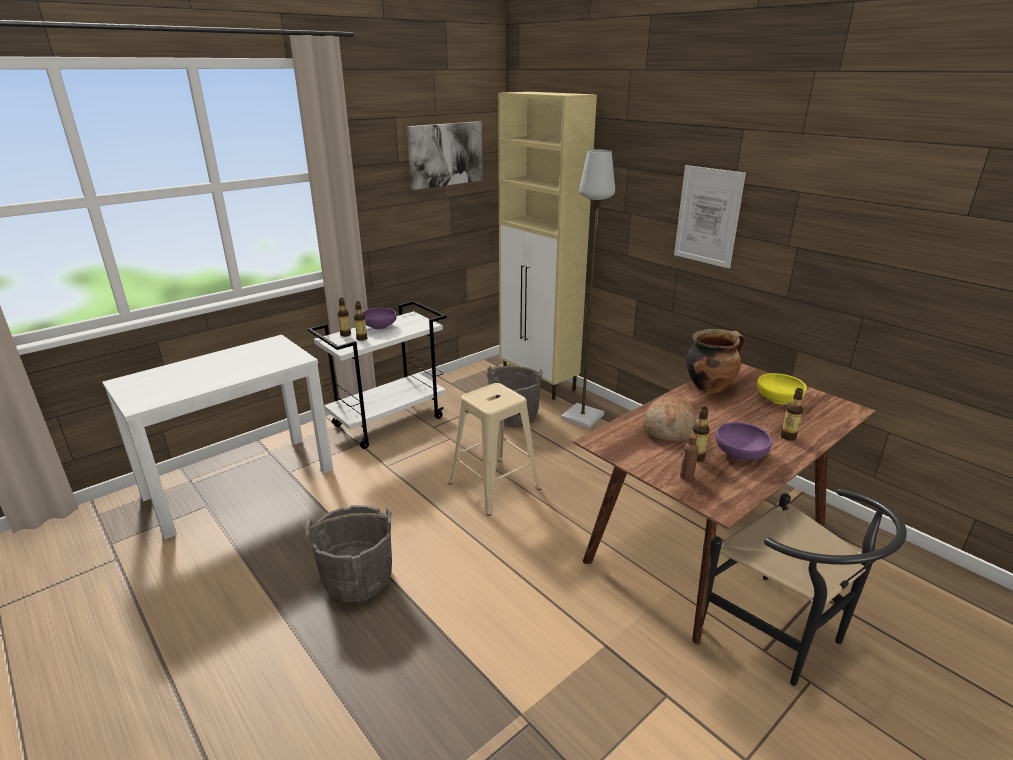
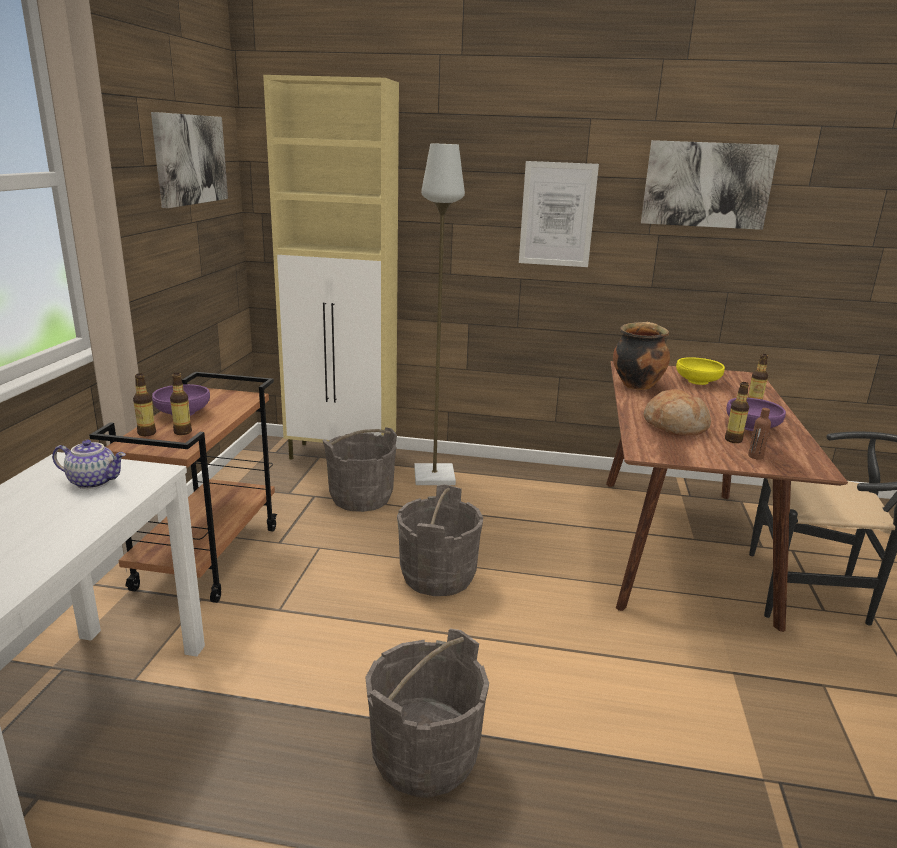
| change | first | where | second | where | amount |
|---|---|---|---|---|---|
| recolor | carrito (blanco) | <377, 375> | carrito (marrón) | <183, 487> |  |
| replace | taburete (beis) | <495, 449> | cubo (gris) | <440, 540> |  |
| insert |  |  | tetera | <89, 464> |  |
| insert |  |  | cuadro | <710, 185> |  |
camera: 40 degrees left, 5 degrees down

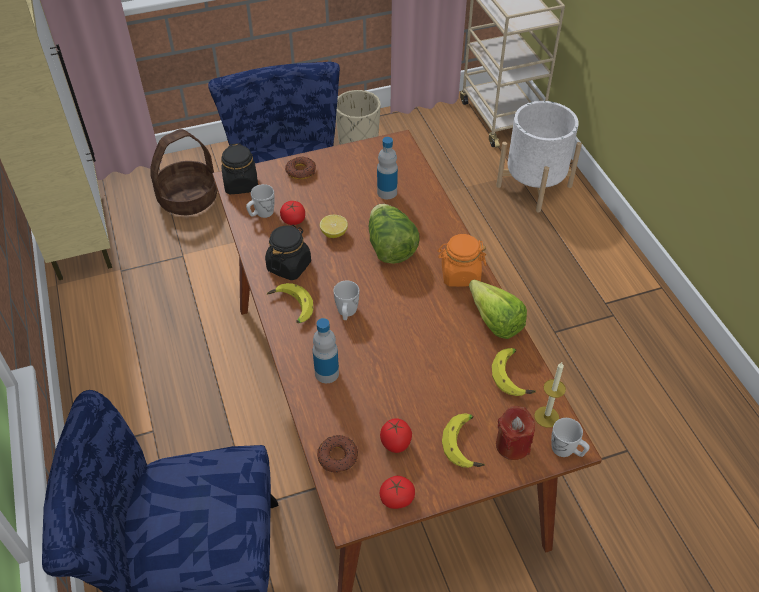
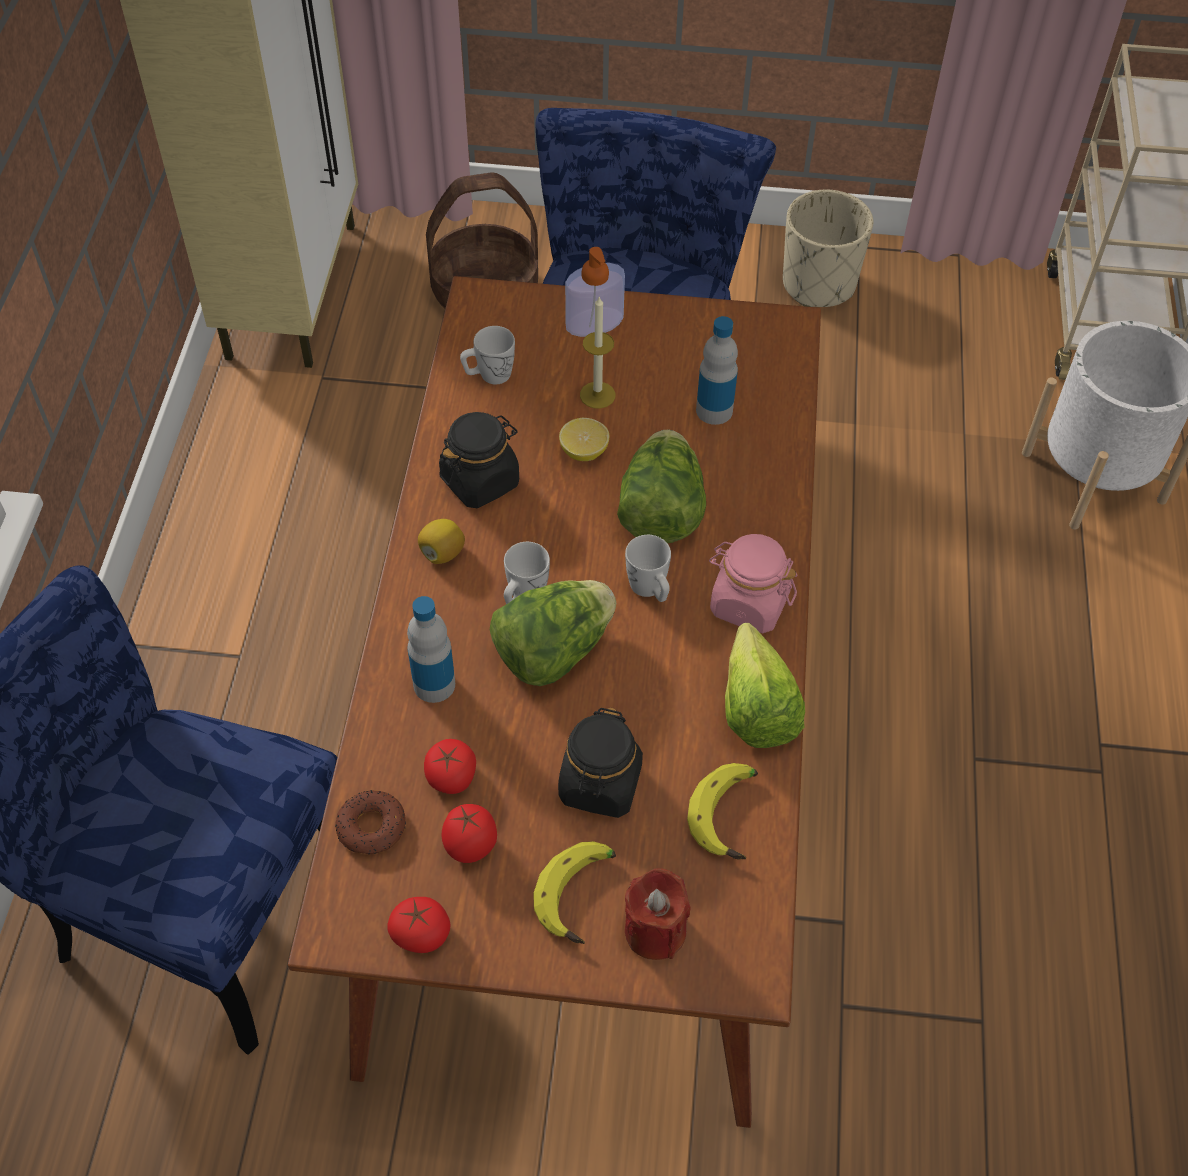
| change | first | where | second | where | amount |
|---|---|---|---|---|---|
| move | tarro (negro) | <239, 168> |  | <600, 763> |  |
| replace | plátano | <290, 303> | limón | <441, 541> |  |
| move | tomate | <292, 213> |  | <450, 766> |  |
| replace | rosquilla | <300, 168> | dispensador de jabón | <595, 292> |  |
| recolor | tarro (naranja) | <462, 260> | tarro (rosa) | <753, 583> |  |
| move | vela | <550, 395> |  | <598, 353> |  |
| move | taza grande (blanco) | <570, 437> |  | <648, 568> |  |
| insert |  |  | lechuga | <553, 633> |  |
camera: 25 degrees right, 5 degrees up

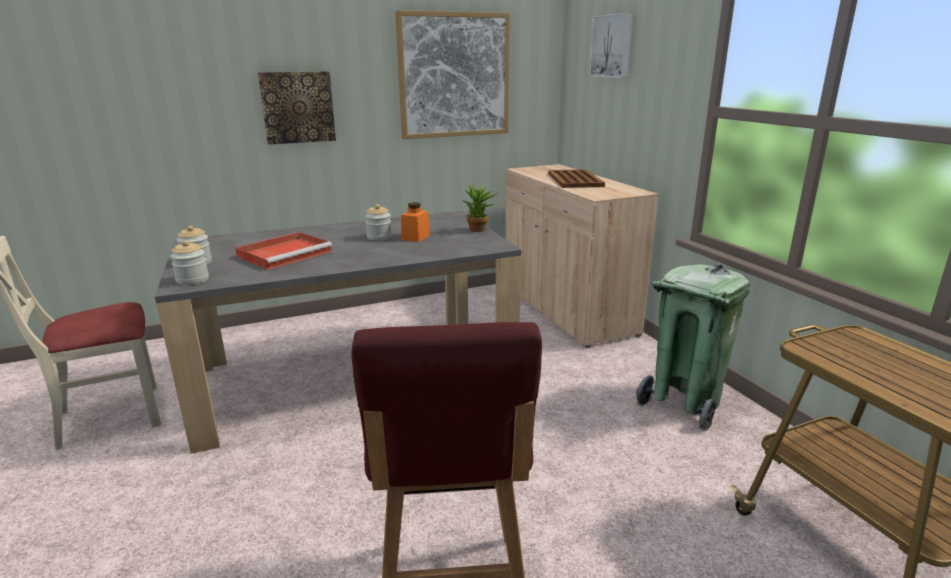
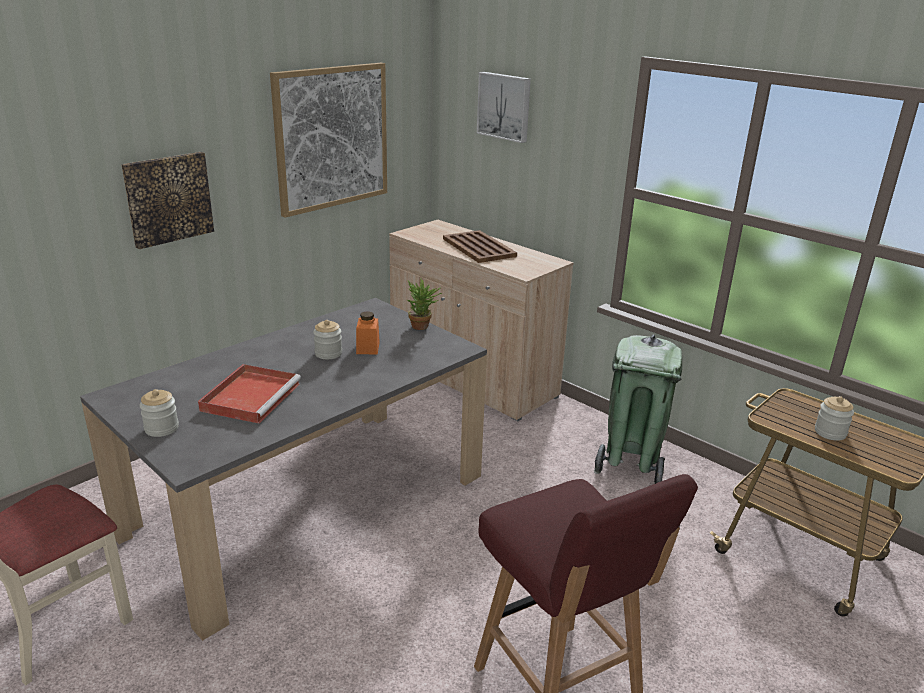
| change | first | where | second | where | amount |
|---|---|---|---|---|---|
| move | tarro | <189, 262> |  | <834, 418> |  |
camera: 25 degrees left, 5 degrees up

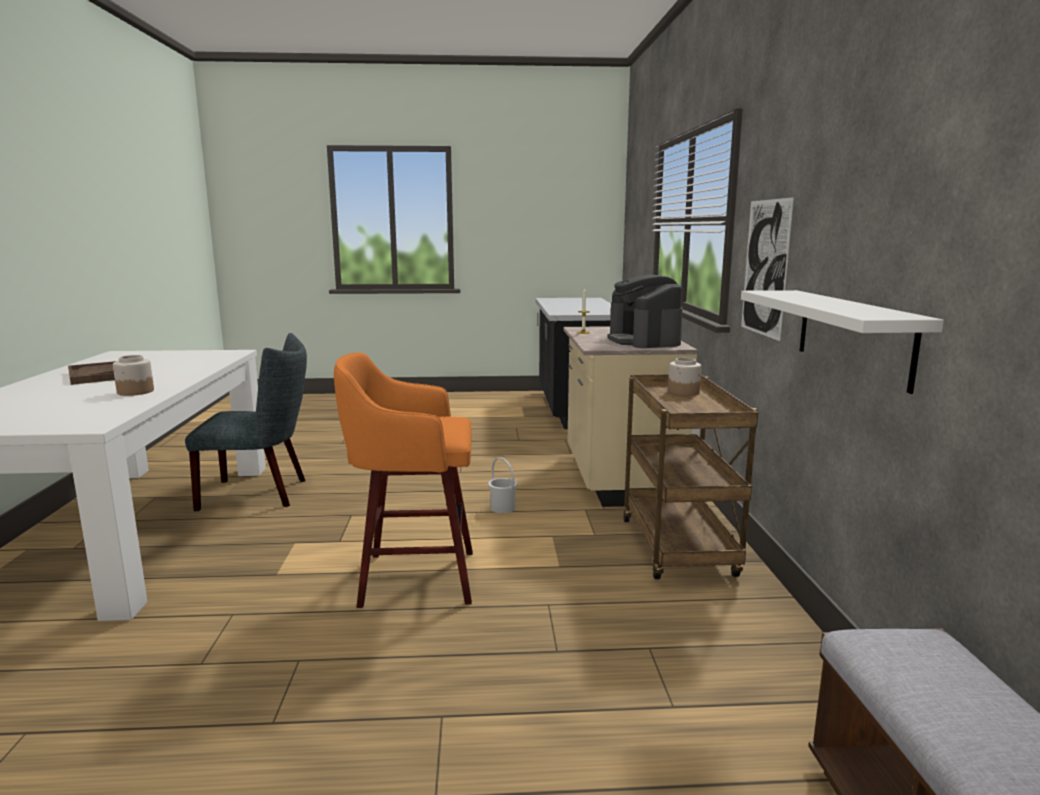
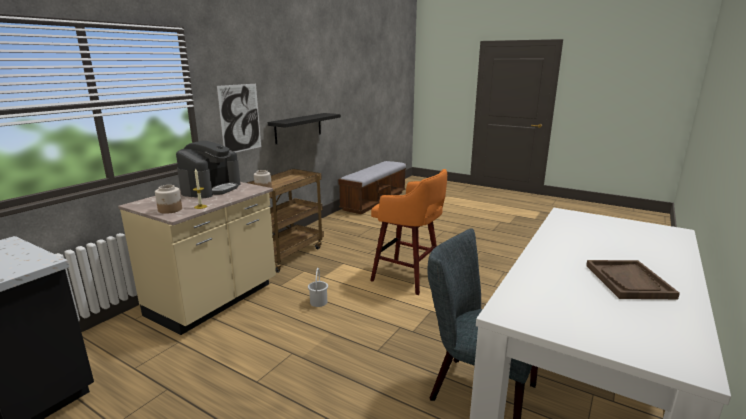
| change | first | where | second | where | amount |
|---|---|---|---|---|---|
| move | tarro | <133, 375> |  | <168, 199> |  |
| recolor | estante (blanco) | <842, 342> | estante (negro) | <304, 128> |  |
camera: 145 degrees left, 5 degrees up

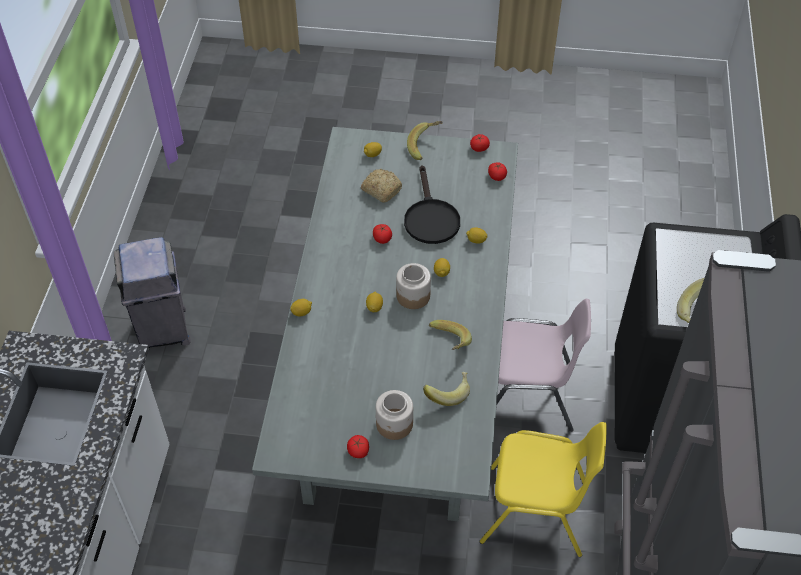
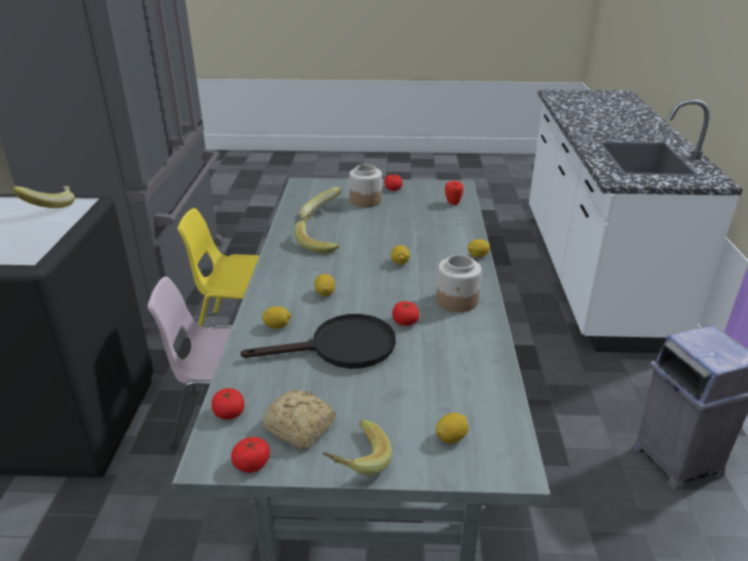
| change | first | where | second | where | amount |
|---|---|---|---|---|---|
| move | pan | <381, 186> |  | <299, 419> |  |
| move | tarro | <413, 286> |  | <459, 283> |  |
| rotate | sartén (negro) | <432, 204> |  | <318, 341> | 90 degrees clockwise |
| insert |  |  | manzana | <454, 193> |  |
camera: 175 degrees right, 20 degrees down

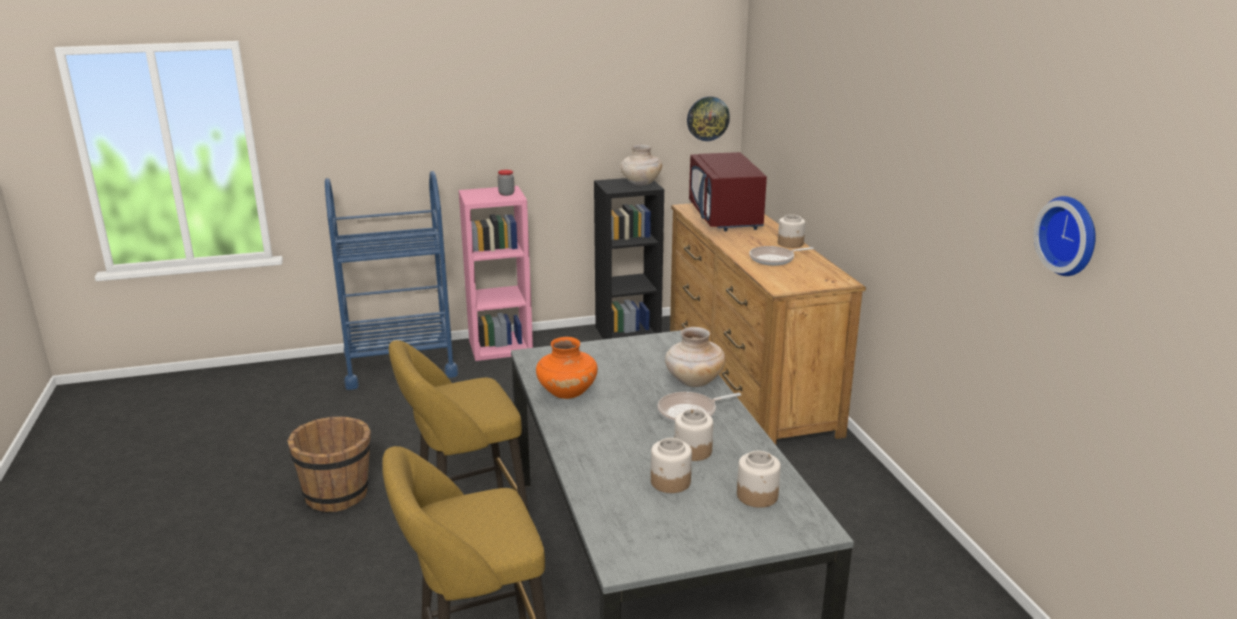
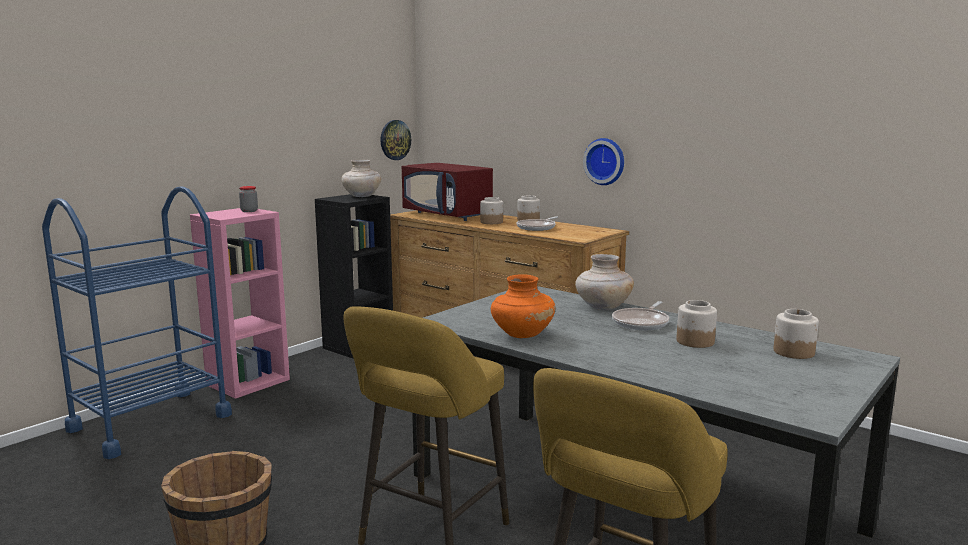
| change | first | where | second | where | amount |
|---|---|---|---|---|---|
| move | tarro | <671, 465> |  | <491, 210> |  |
| move | reloj de pared | <1065, 236> |  | <603, 161> |  |
camera: 35 degrees left, 10 degrees down

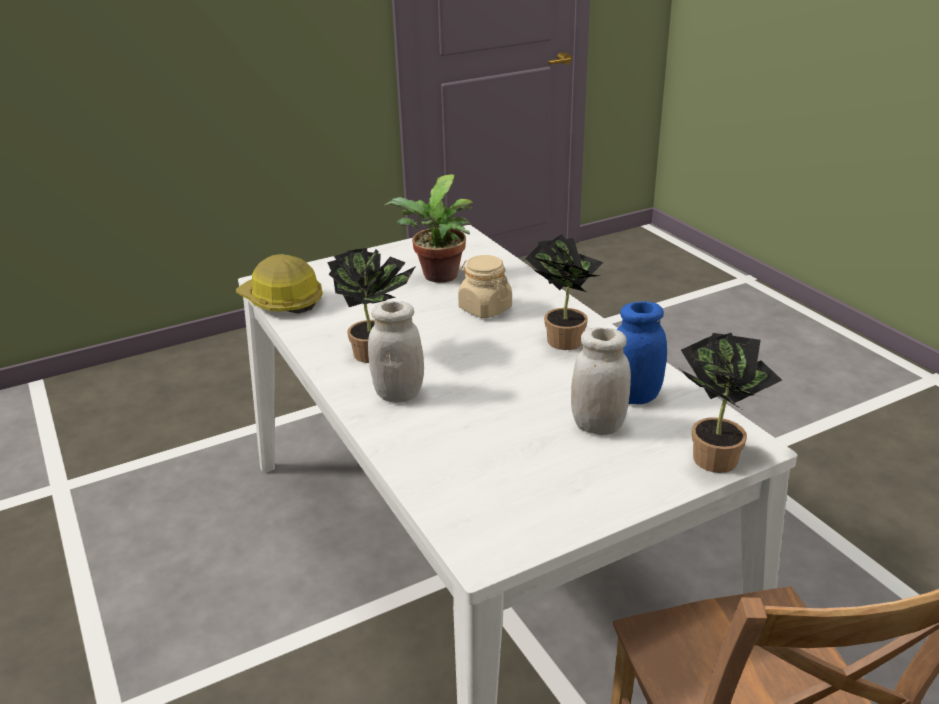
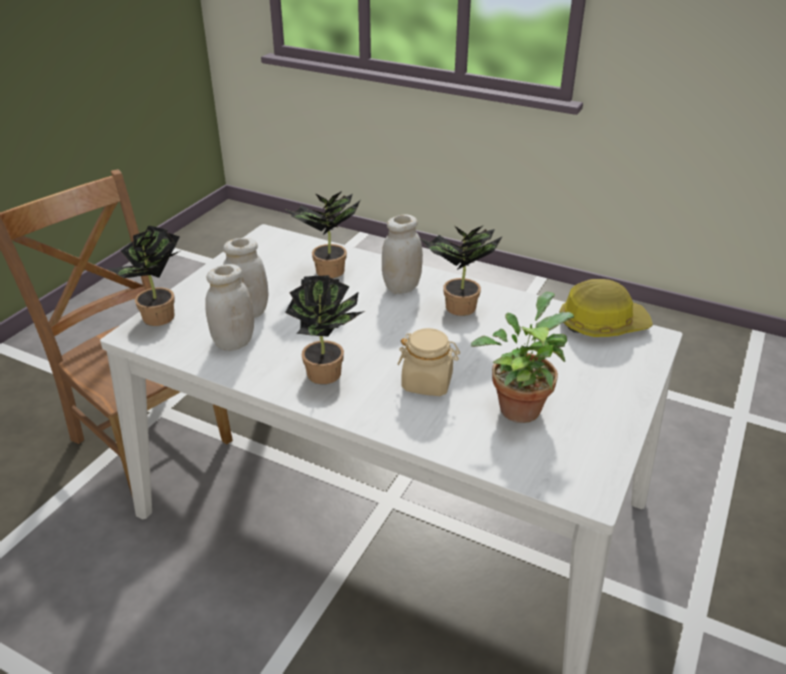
| change | first | where | second | where | amount |
|---|---|---|---|---|---|
| recolor | tarro (azul) | <642, 352> | tarro (blanco) | <229, 307> |  |
| insert |  |  | planta en maceta | <323, 234> |  |
camera: 145 degrees right, 5 degrees up

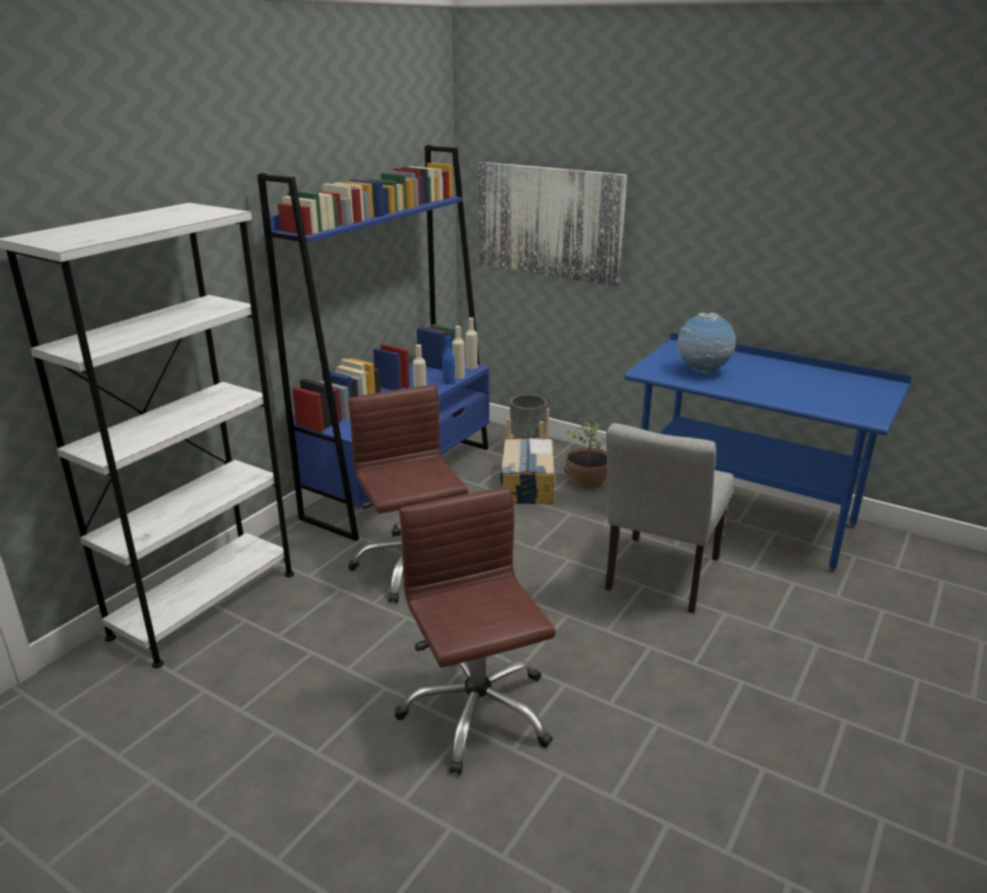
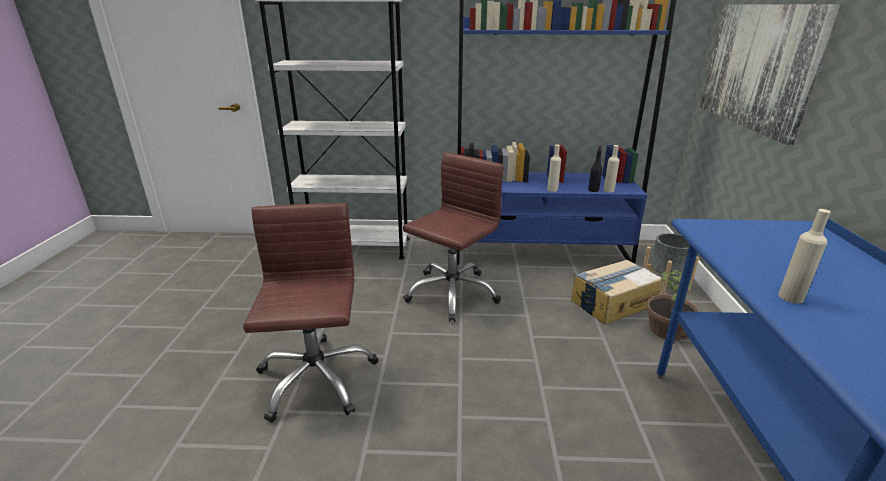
| change | first | where | second | where | amount |
|---|---|---|---|---|---|
| rotate | silla de oficina (marrón) | <475, 631> |  | <310, 313> | 45 degrees counterclockwise |
| recolor | botella (azul) | <448, 358> | botella (negro) | <595, 168> |  |
| move | botella (beis) | <472, 344> |  | <804, 256> |  |
| delete | silla (gris) | <669, 518> |  |  |  |
| delete | globo terráqueo | <706, 342> |  |  |  |
camera: 60 degrees right, 0 degrees up

